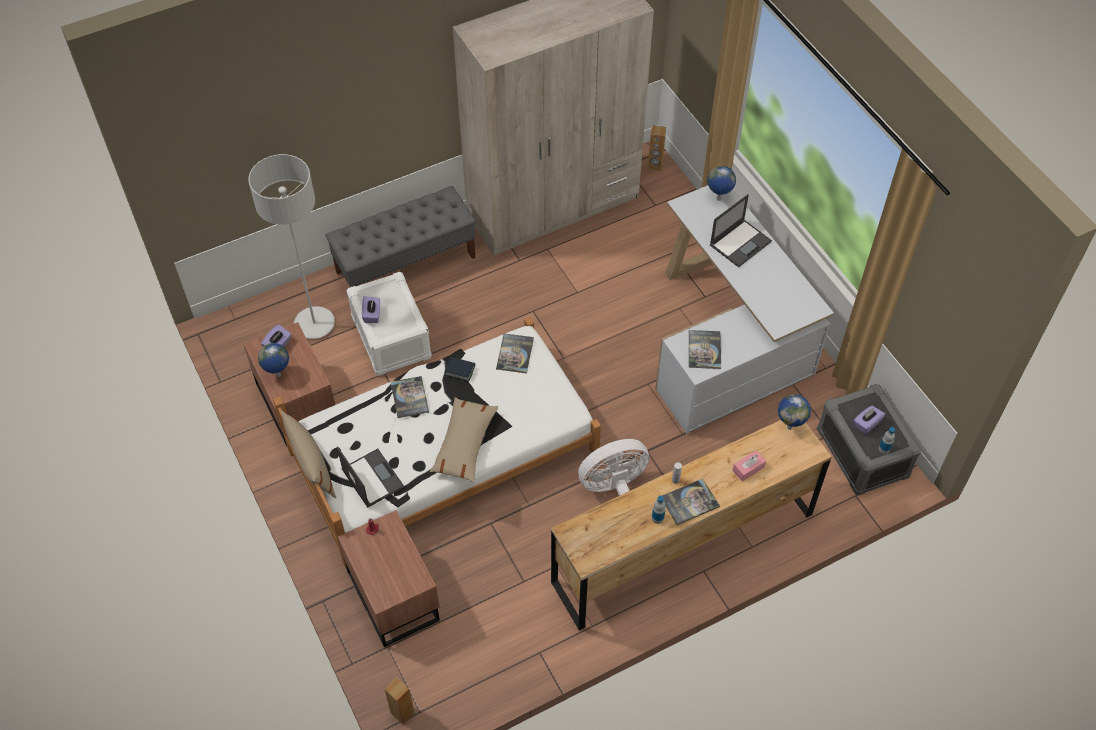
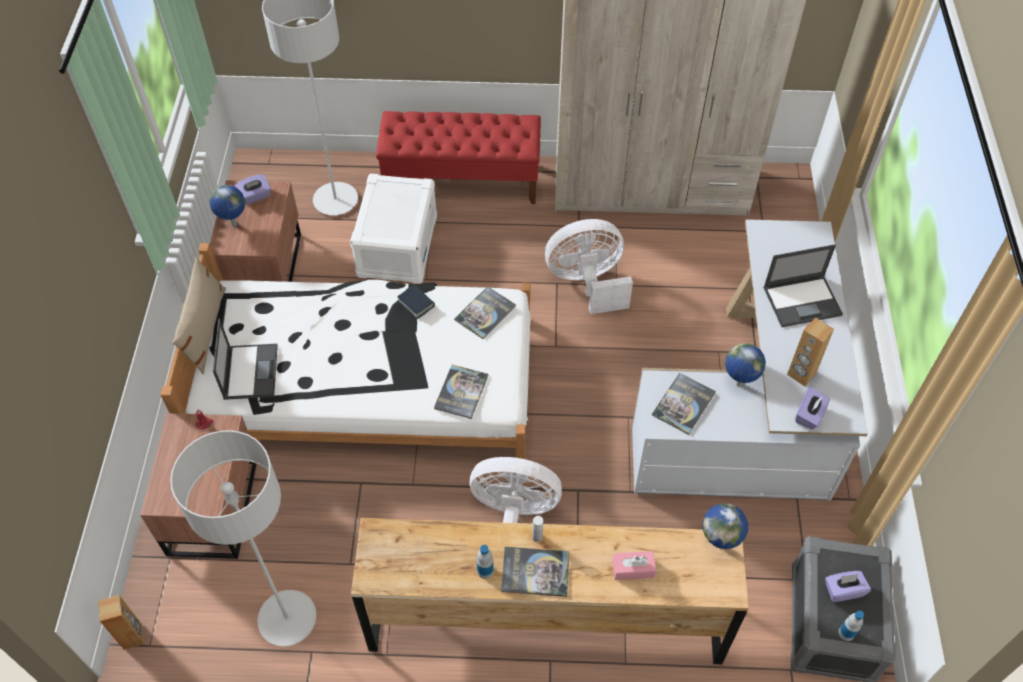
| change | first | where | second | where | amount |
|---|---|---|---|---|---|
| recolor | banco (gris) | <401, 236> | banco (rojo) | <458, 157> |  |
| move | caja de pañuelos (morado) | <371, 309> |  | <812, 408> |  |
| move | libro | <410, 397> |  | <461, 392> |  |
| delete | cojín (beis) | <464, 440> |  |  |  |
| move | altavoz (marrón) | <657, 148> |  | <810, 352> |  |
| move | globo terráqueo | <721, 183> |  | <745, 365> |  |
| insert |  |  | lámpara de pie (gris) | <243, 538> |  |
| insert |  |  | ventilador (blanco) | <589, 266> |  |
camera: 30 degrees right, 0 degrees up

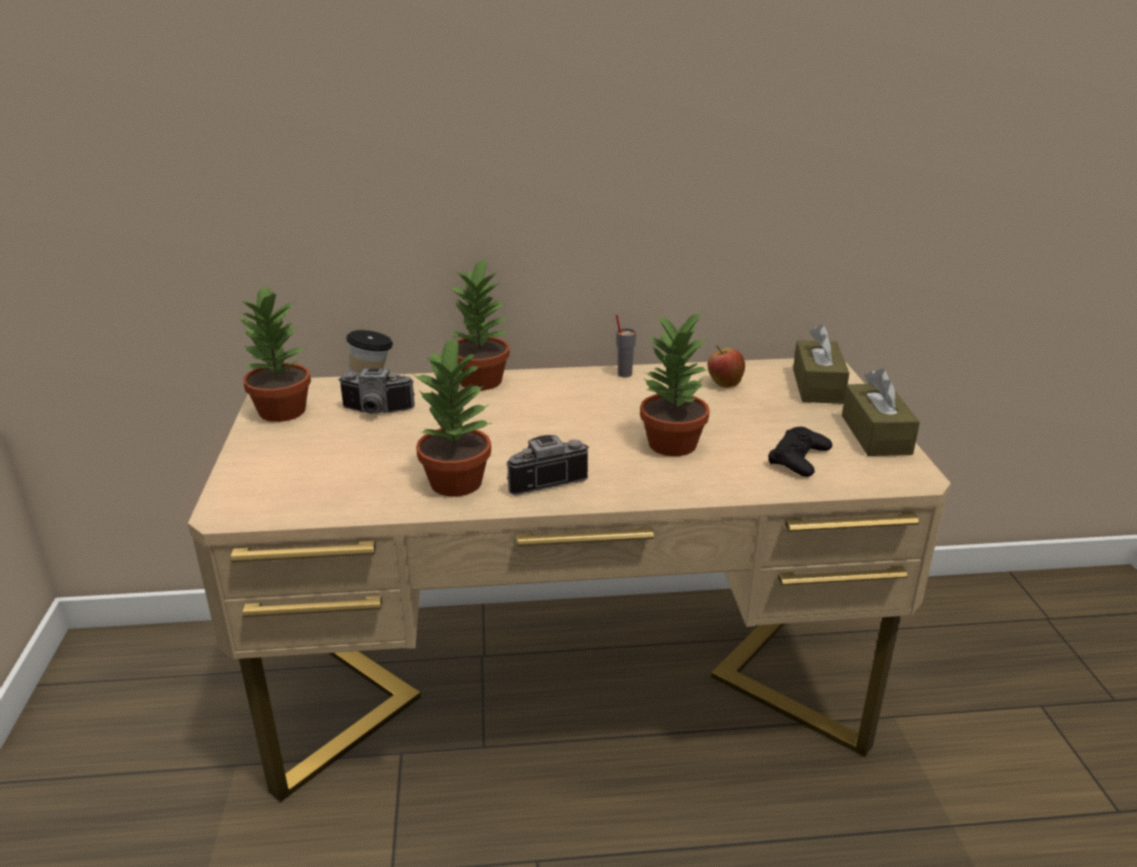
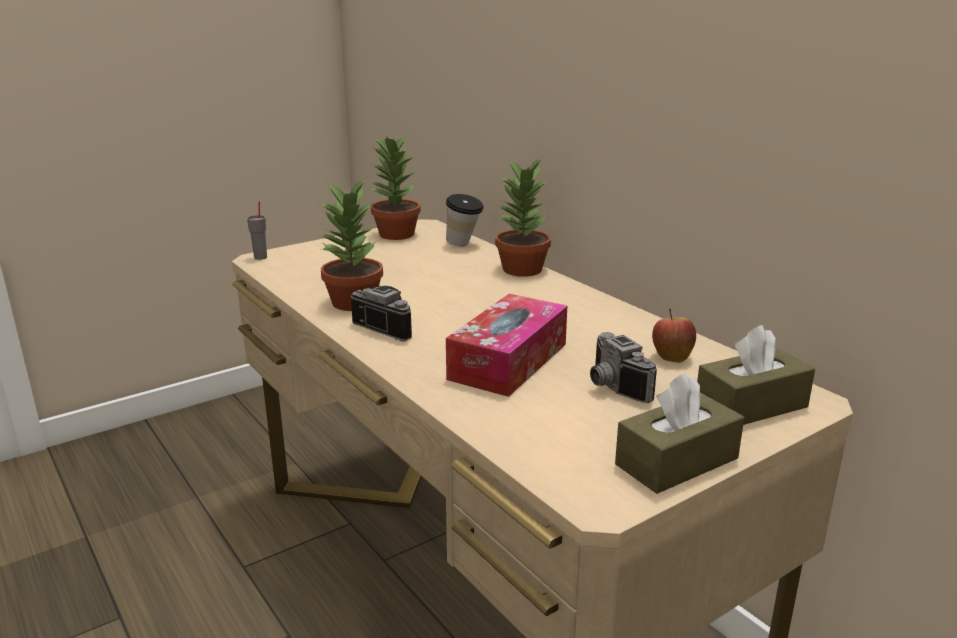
| change | first | where | second | where | amount |
|---|---|---|---|---|---|
| move | cámara | <376, 391> |  | <623, 367> |  |
| move | taza (gris) | <626, 346> |  | <257, 230> |  |
| replace | planta en maceta | <675, 383> | caja de pañuelos | <506, 345> |  |
| delete | mando de consola (negro) | <800, 452> |  |  |  |
camera: 60 degrees right, 5 degrees down

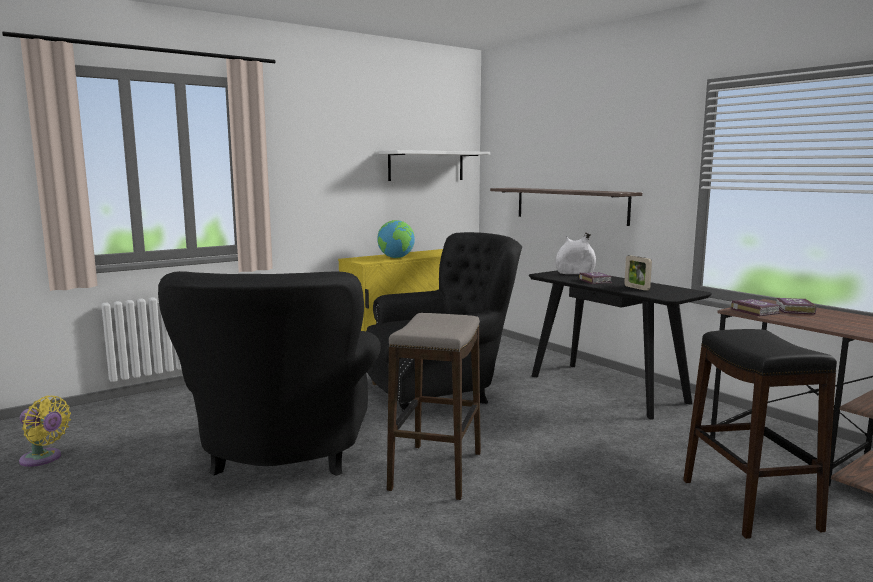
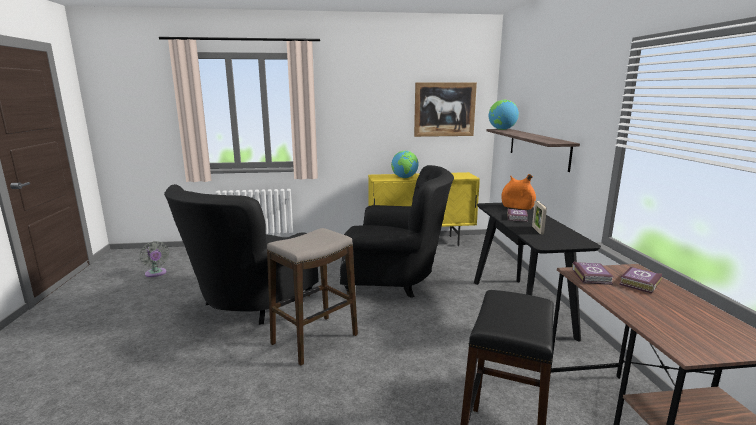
| change | first | where | second | where | amount |
|---|---|---|---|---|---|
| recolor | ventilador (amarillo) | <45, 431> | ventilador (gris) | <154, 259> |  |
| replace | estante (blanco) | <434, 165> | cuadro | <445, 109> |  |
| recolor | florero (blanco) | <576, 253> | florero (naranja) | <518, 192> |  |
| insert |  |  | globo terráqueo | <504, 115> |  |
camera: 30 degrees right, 5 degrees up

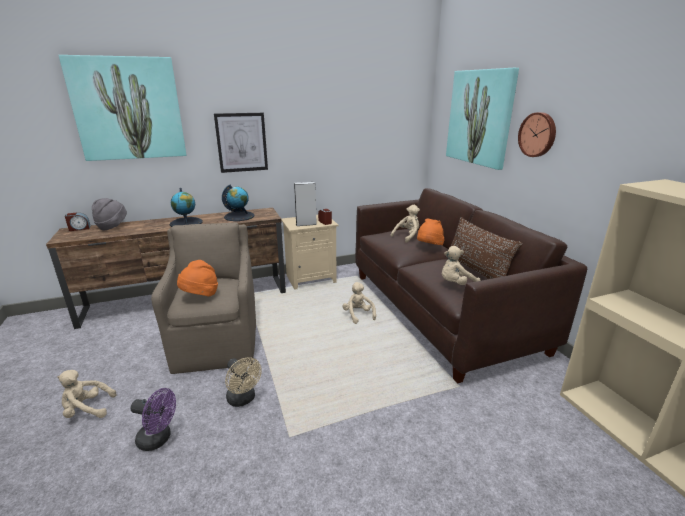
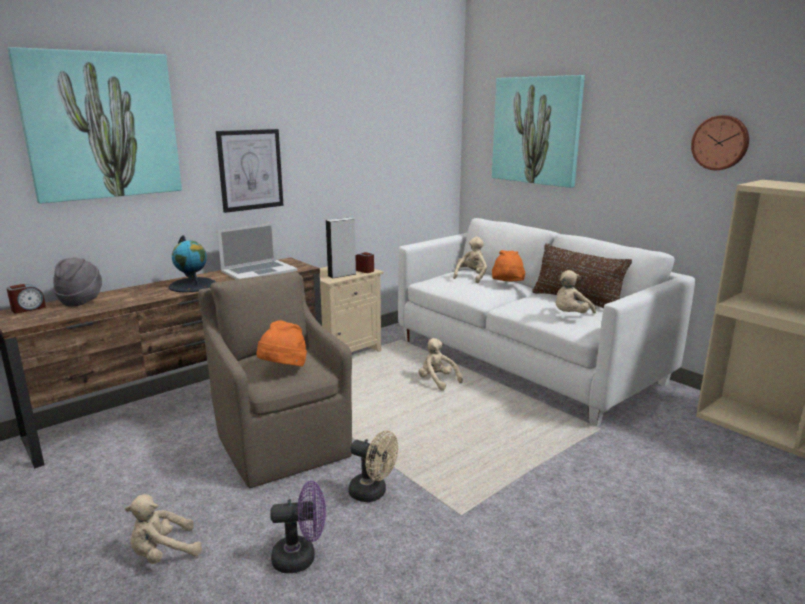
| change | first | where | second | where | amount |
|---|---|---|---|---|---|
| replace | globo terráqueo | <238, 203> | portátil | <257, 251> |  |
| recolor | sofá (marrón) | <471, 286> | sofá (blanco) | <546, 322> |  |
| move | reloj de pared | <537, 134> |  | <720, 142> |  |
camera: 20 degrees left, 5 degrees down

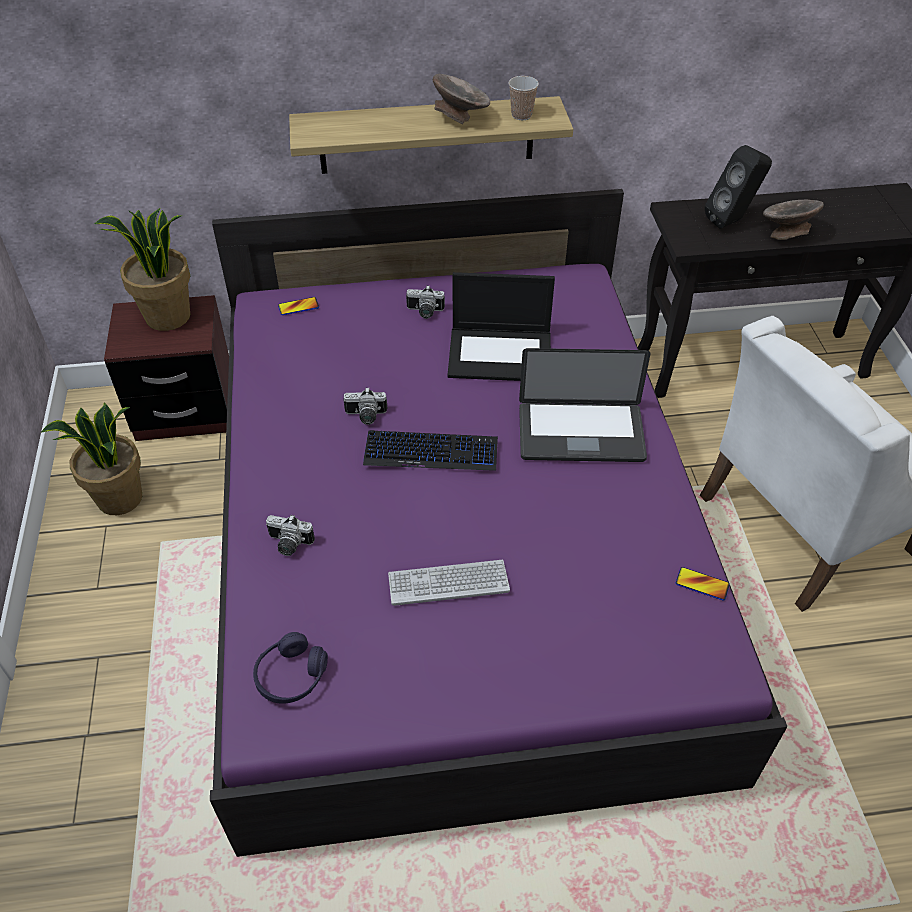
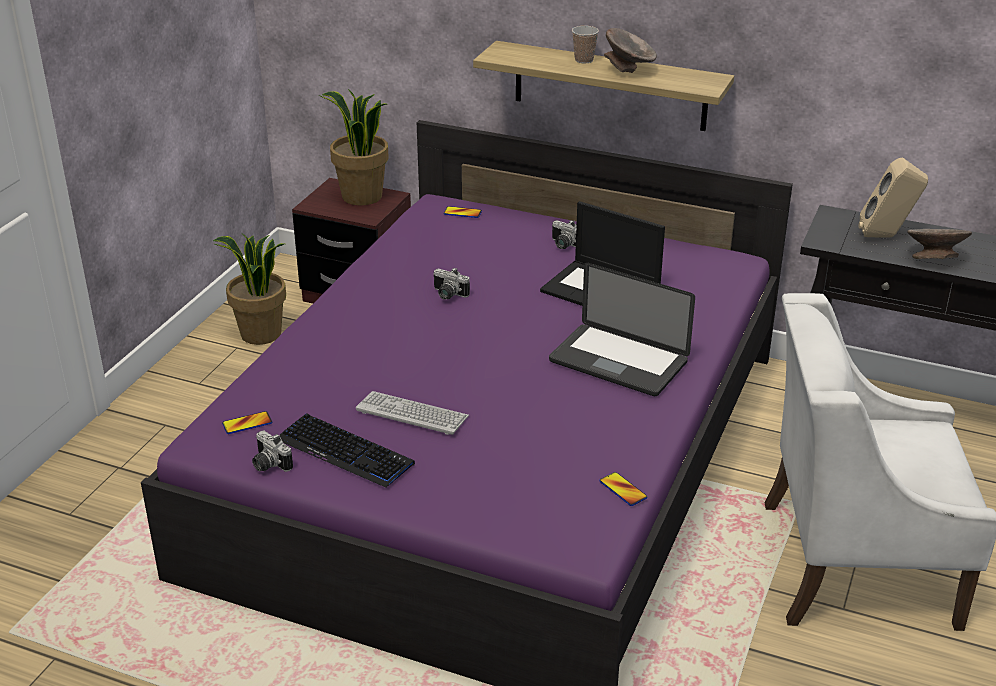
| change | first | where | second | where | amount |
|---|---|---|---|---|---|
| replace | auriculares (morado) | <290, 668> | móvil | <247, 422> |  |
| move | cámara | <290, 535> |  | <272, 451> |  |
| move | teclado | <430, 450> |  | <347, 450> |  |
| move | taza | <523, 98> |  | <585, 44> |  |
| recolor | altavoz (negro) | <738, 187> | altavoz (beis) | <893, 197> |  |
camera: 30 degrees right, 15 degrees down

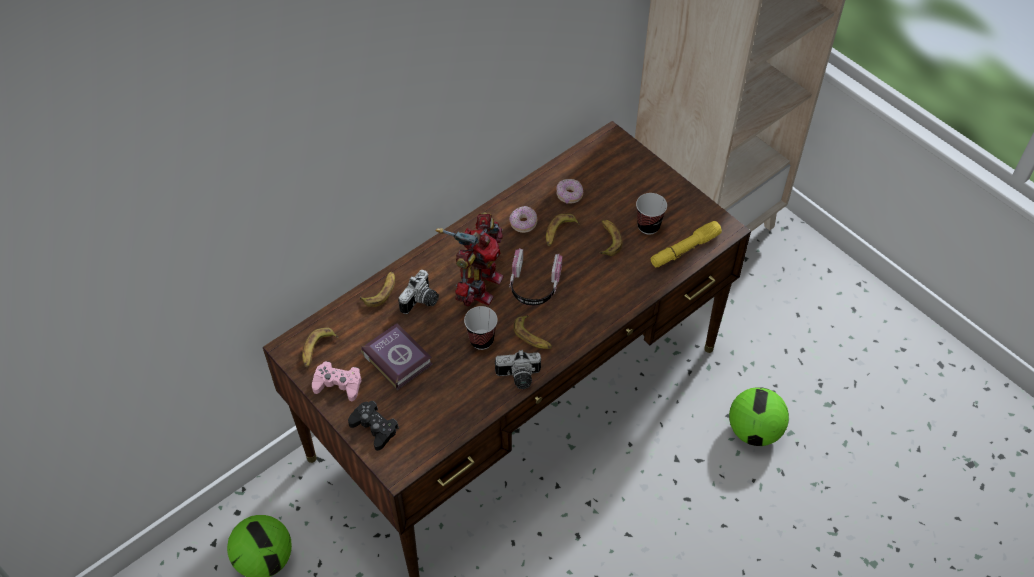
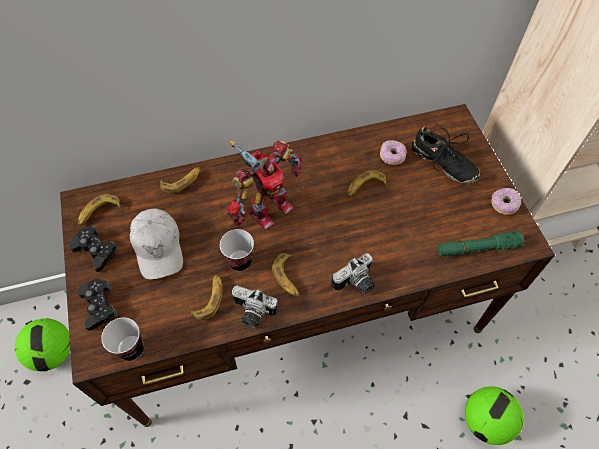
| change | first | where | second | where | amount |
|---|---|---|---|---|---|
| recolor | mando de consola (rosa) | <336, 381> | mando de consola (negro) | <94, 249> |  |
| replace | libro | <397, 356> | gorra (blanco) | <156, 244> |  |
| move | cámara | <418, 292> |  | <353, 273> |  |
| move | rosquilla | <523, 219> |  | <506, 201> |  |
| delete | auriculares | <535, 277> |  |  |  |
| move | plátano | <610, 238> |  | <206, 297> |  |
| move | taza | <651, 214> |  | <122, 339> |  |
| recolor | linterna (amarillo) | <686, 244> | linterna (verde) | <481, 243> |  |
| insert |  |  | zapato (negro) | <446, 153> |  |
camera: 25 degrees right, 5 degrees up

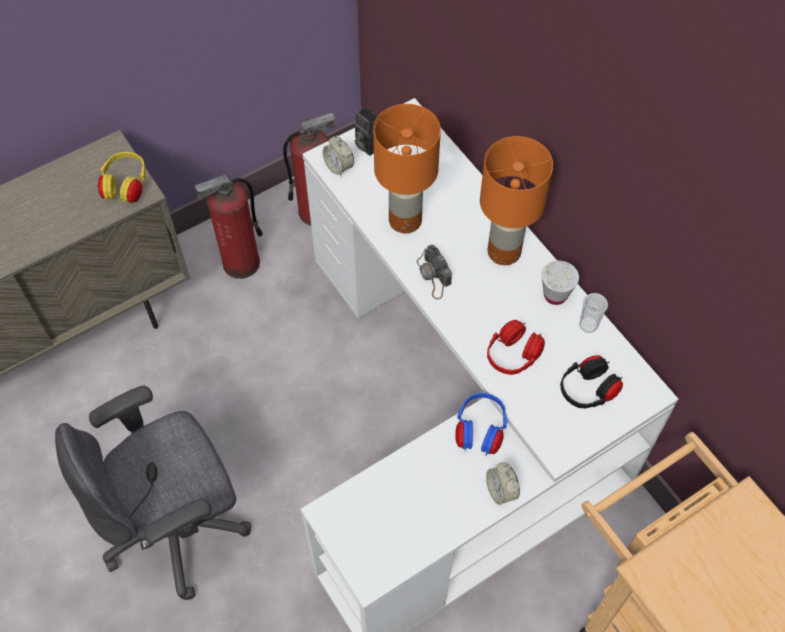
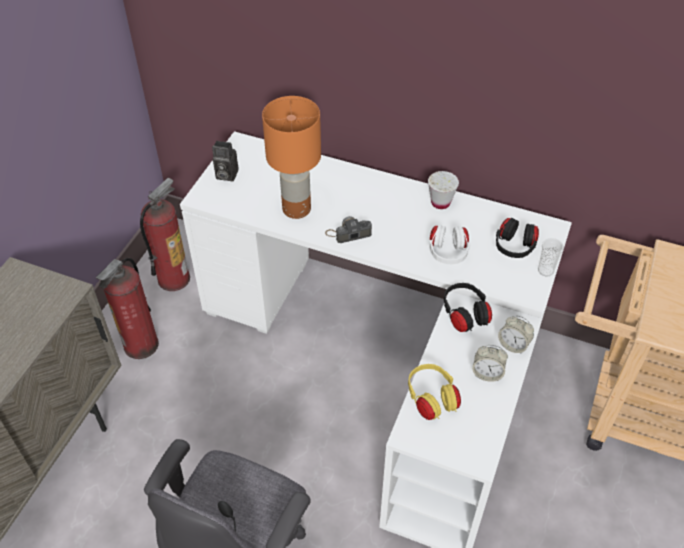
| change | first | where | second | where | amount |
|---|---|---|---|---|---|
| move | auriculares (amarillo) | <122, 177> |  | <434, 392> |  |
| move | despertador | <338, 156> |  | <490, 363> |  |
| rotate | cámara | <434, 272> |  | <348, 229> | 135 degrees clockwise |
| recolor | auriculares (azul) | <481, 424> | auriculares (negro) | <468, 307> |  |
| delete | lámpara de mesa (naranja) | <516, 200> |  |  |  |
| recolor | auriculares (rojo) | <516, 347> | auriculares (blanco) | <449, 244> |  |
| move | taza | <593, 313> |  | <551, 257> |  |
camera: 35 degrees left, 10 degrees down

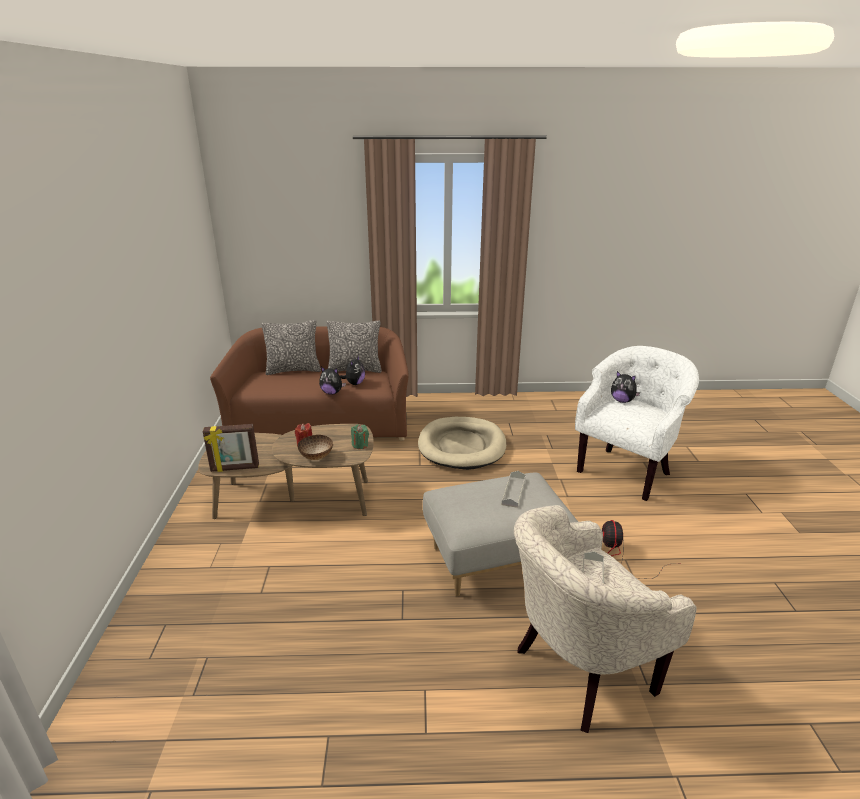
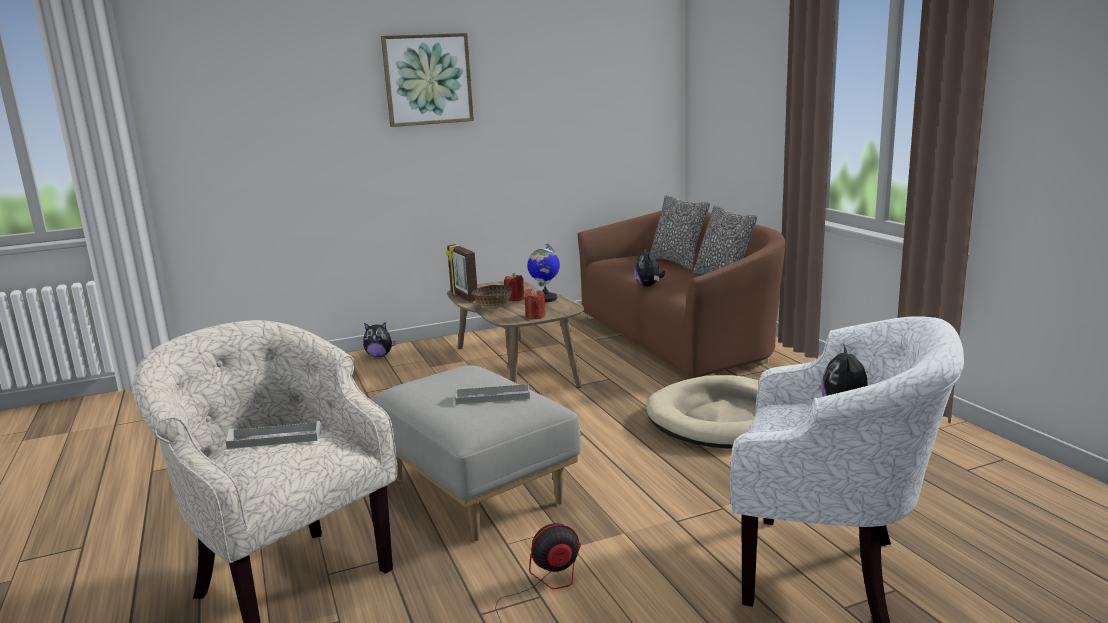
| change | first | where | second | where | amount |
|---|---|---|---|---|---|
| move | peluche | <352, 370> |  | <379, 339> |  |
| recolor | vela (verde) | <360, 437> | vela (rojo) | <535, 303> |  |
| insert |  |  | cuadro | <427, 80> |  |
| insert |  |  | globo terráqueo | <543, 272> |  |
camera: 70 degrees right, 10 degrees down

